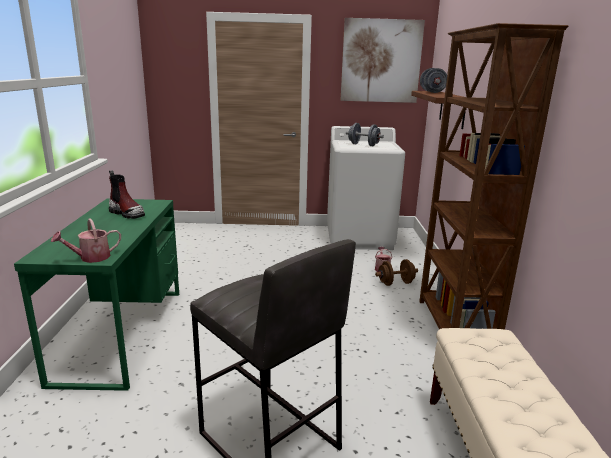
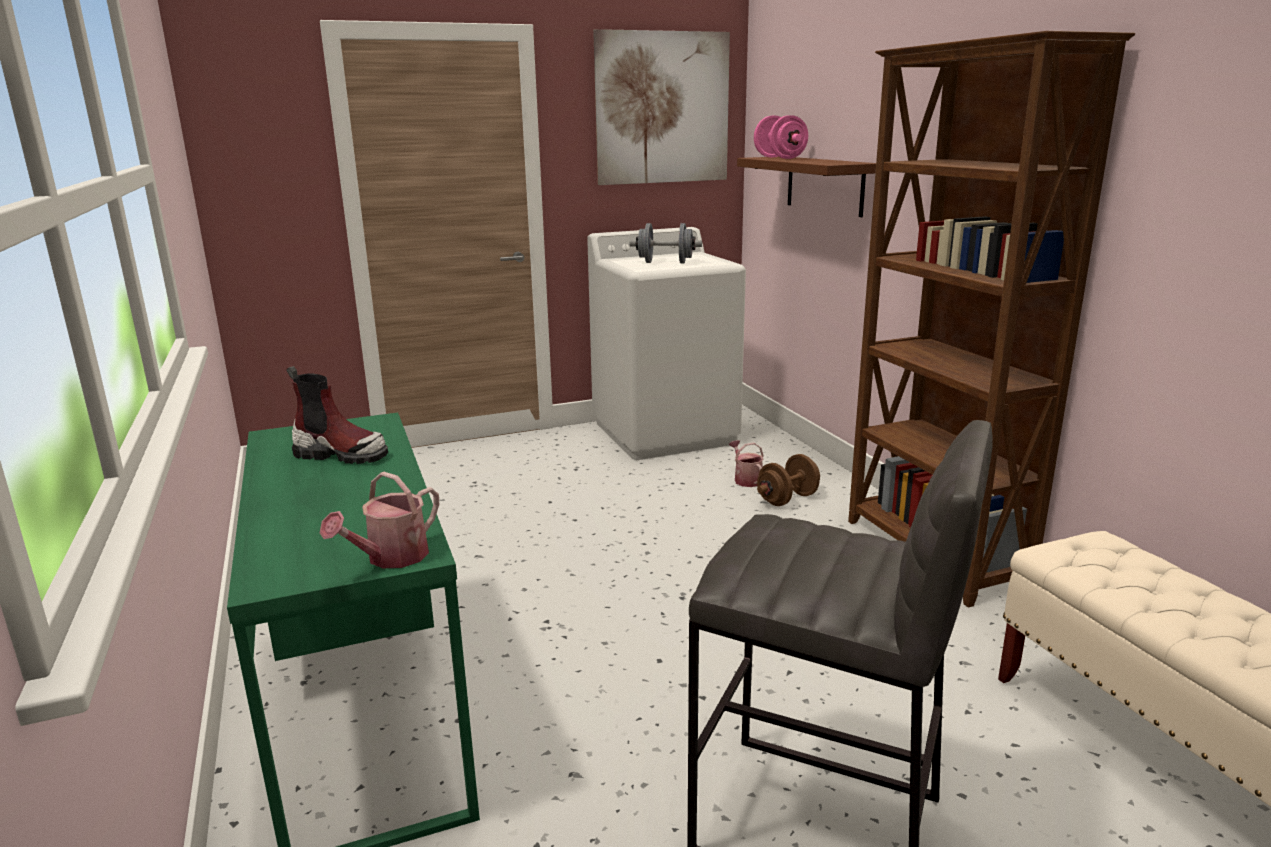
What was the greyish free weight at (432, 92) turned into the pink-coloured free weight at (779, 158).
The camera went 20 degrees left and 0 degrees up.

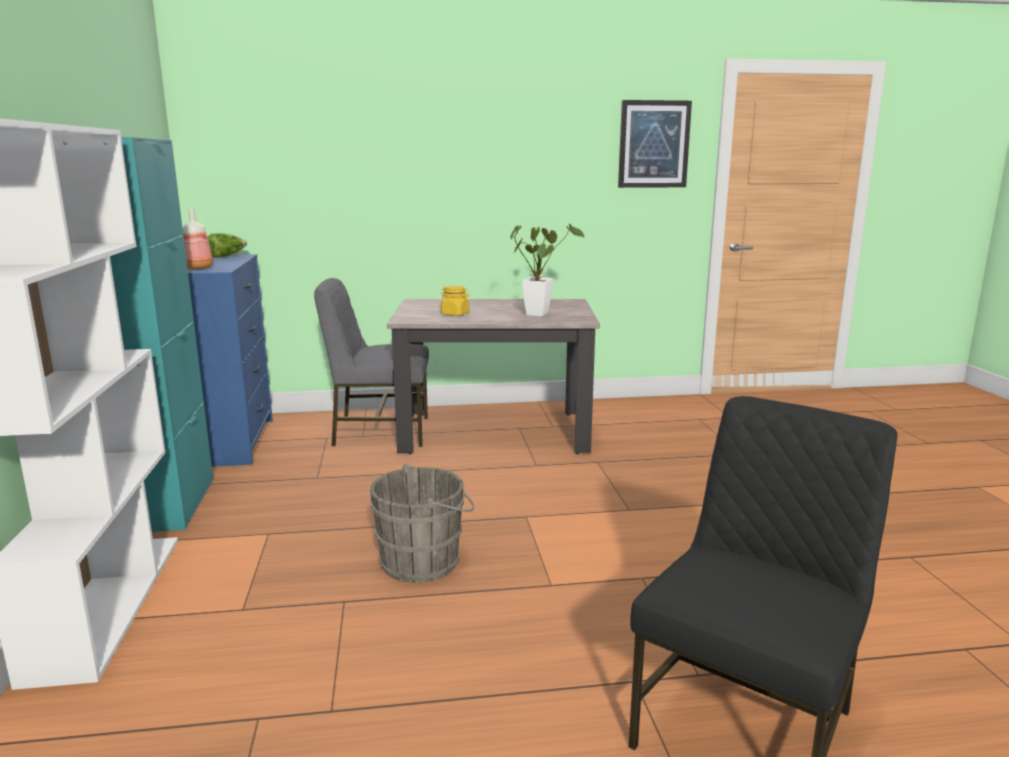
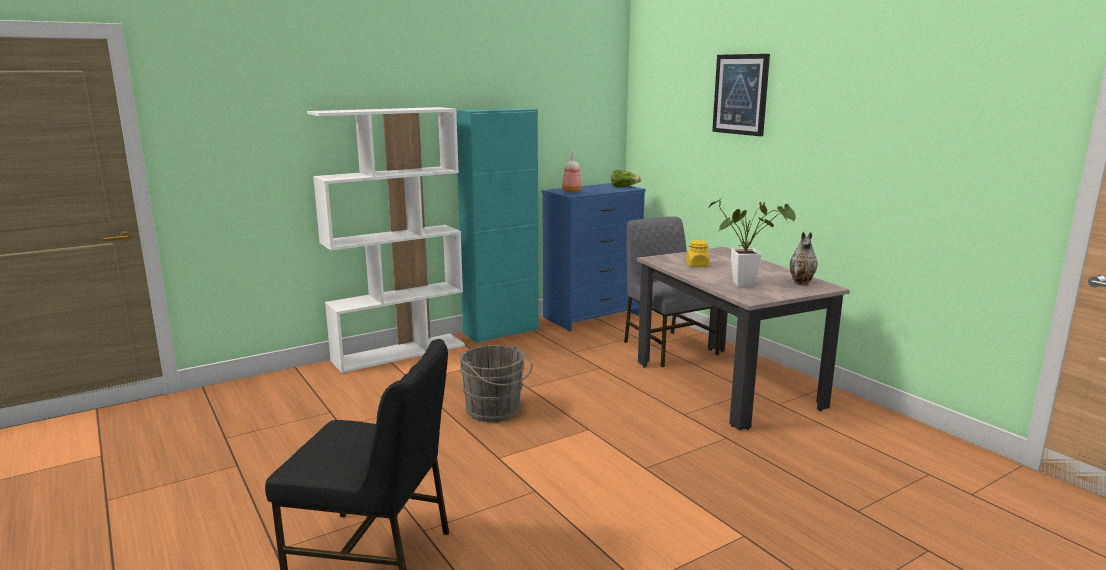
The wall picture ended up elsewhere, having gone from (653, 144) to (741, 94).
The second view gained the flower vase at (802, 283).
The camera went 65 degrees right and 0 degrees up.

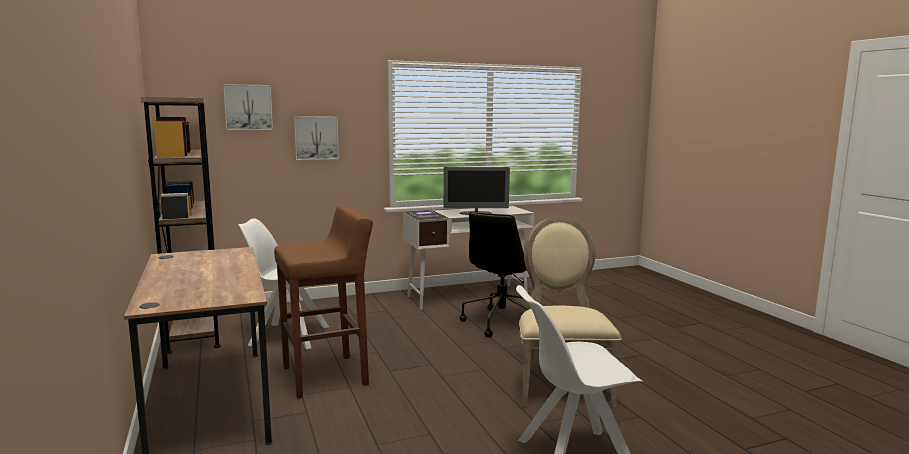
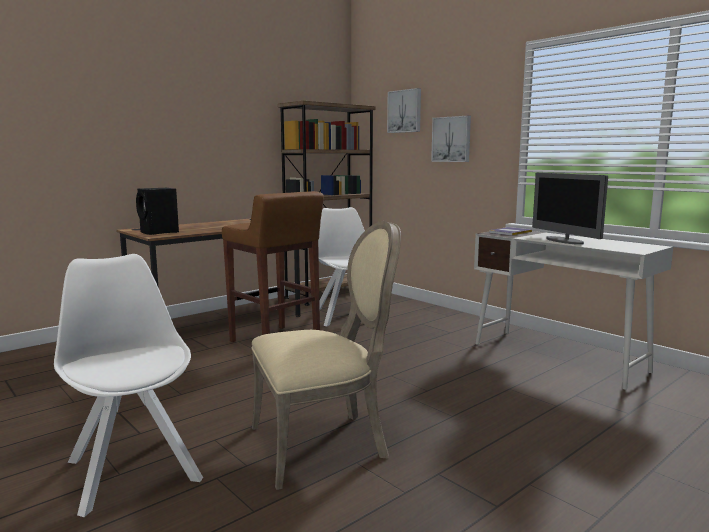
The second view gained the black loudspeaker at (159, 232).
The second view lost the black computer chair at (501, 322).
The camera went 70 degrees right and 0 degrees up.

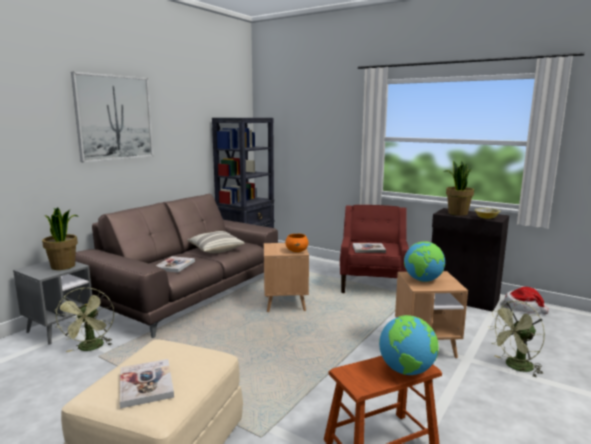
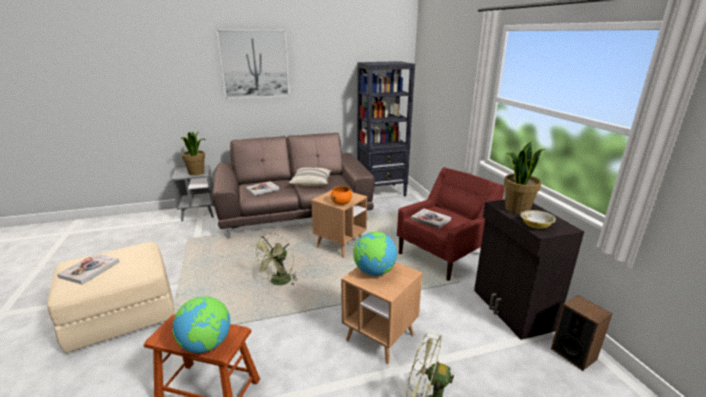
The greenish electric fan ended up elsewhere, having gone from (90, 348) to (278, 282).
Where the clothing hat stood at (523, 307), the loudspeaker came to stand at (573, 354).
The camera went 40 degrees right and 10 degrees up.

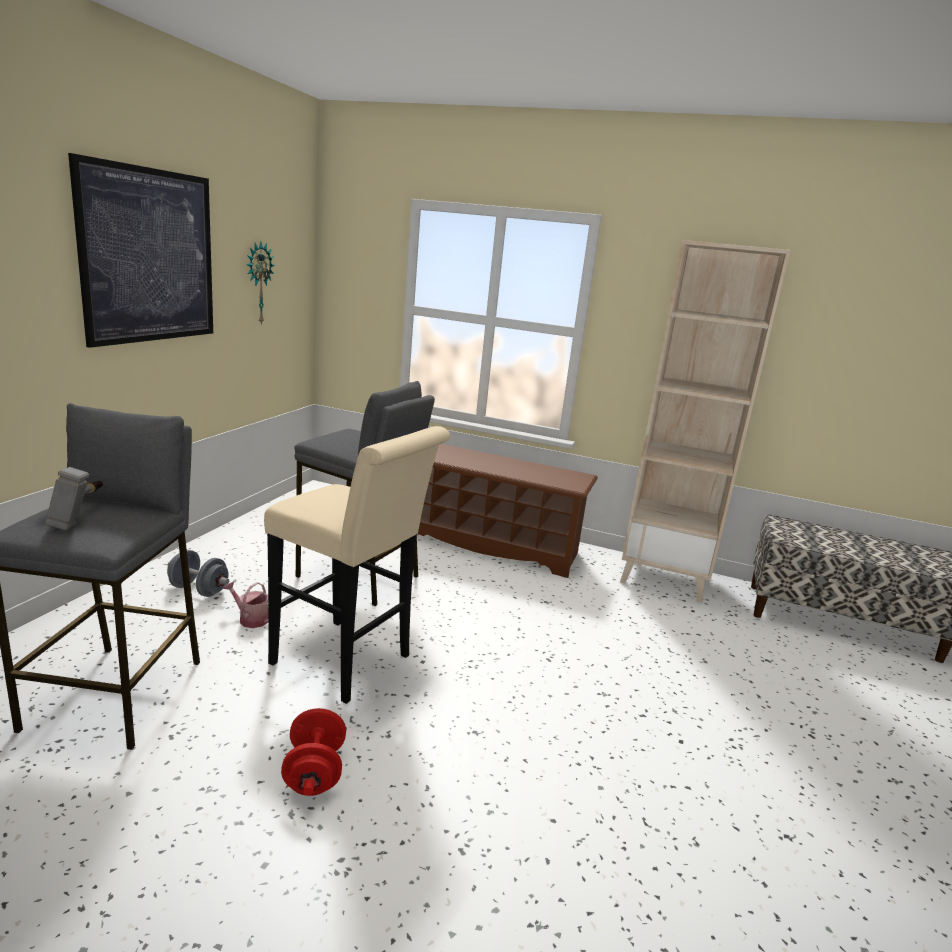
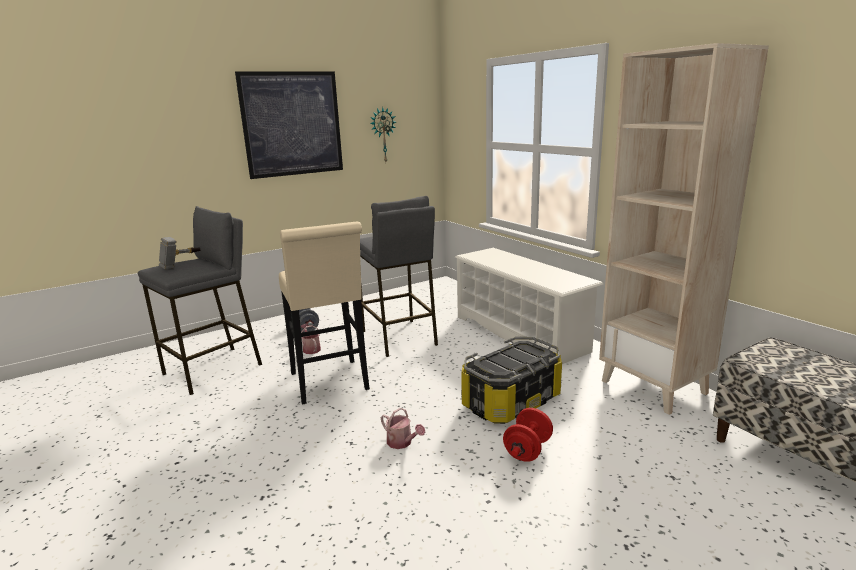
The second view gained the watering pot at (402, 443).
What was the brownish shoe rack at (489, 544) turned into the white-coloured shoe rack at (520, 333).
The second view gained the storage bin at (511, 401).
The red-coloured free weight ended up elsewhere, having gone from (314, 772) to (527, 450).
The camera went 40 degrees right and 0 degrees up.

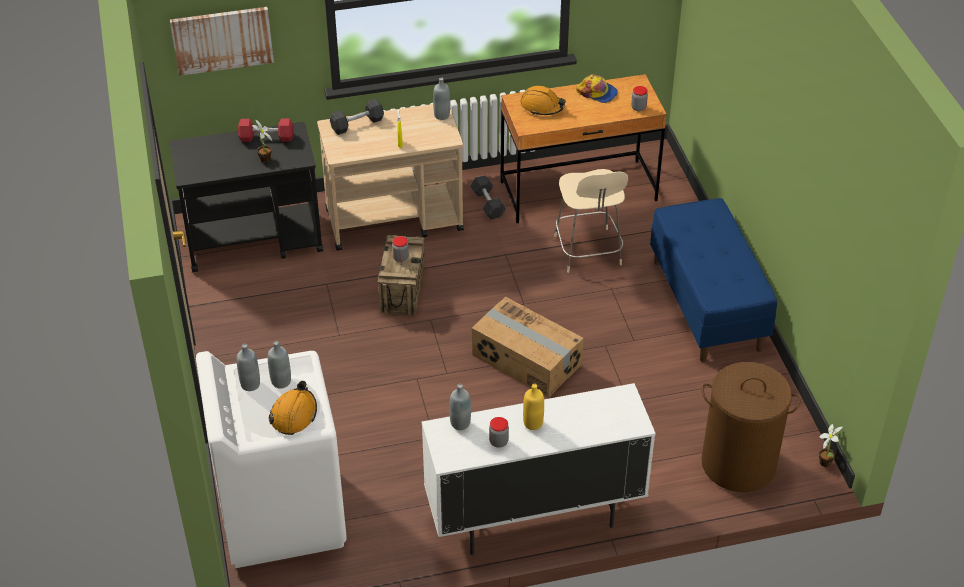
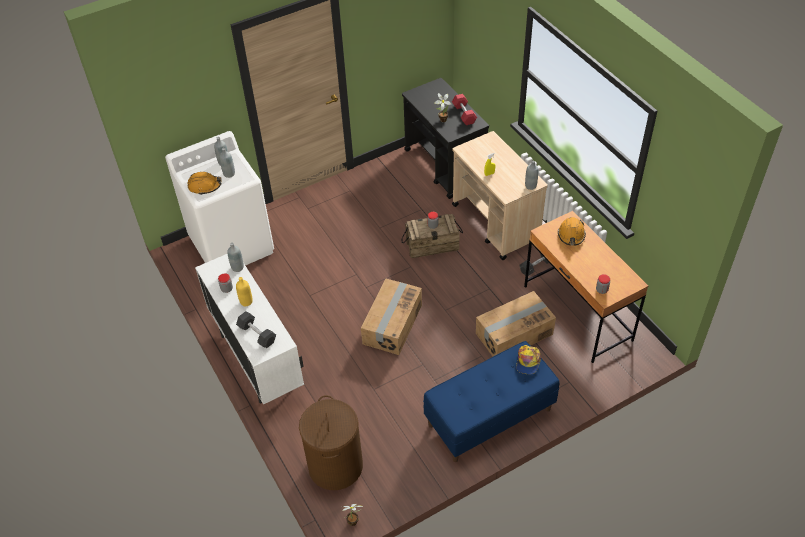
The greyish free weight ended up elsewhere, having gone from (357, 124) to (257, 334).
Where the beige chair stood at (588, 252), the packing box came to stand at (513, 333).
The cap ended up elsewhere, having gone from (597, 92) to (527, 361).
The second view lost the wall picture at (222, 39).
The camera went 75 degrees right and 5 degrees up.

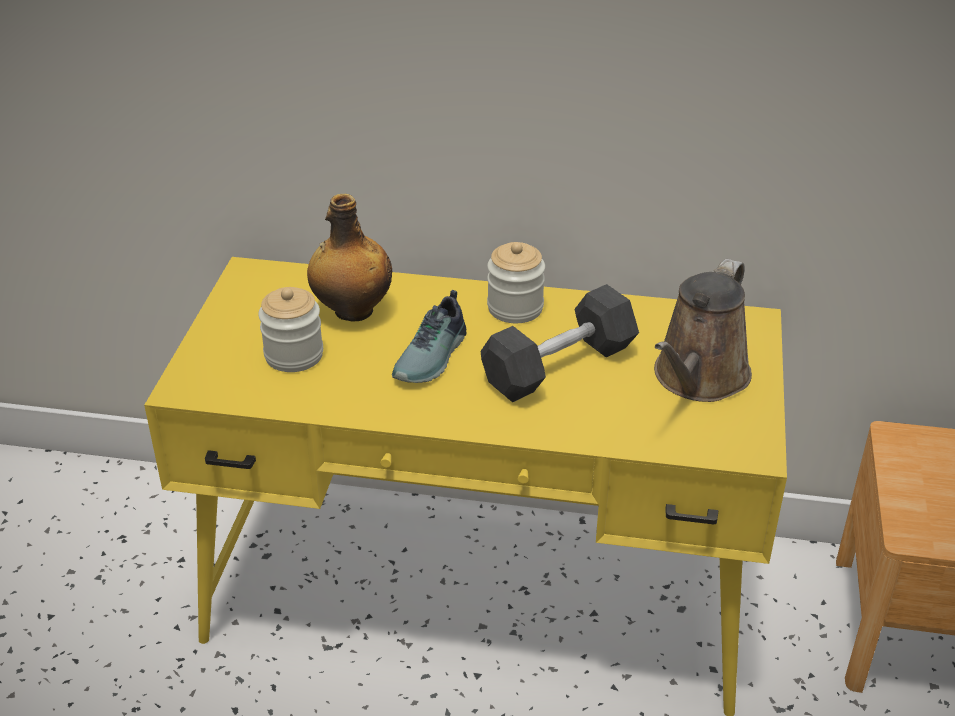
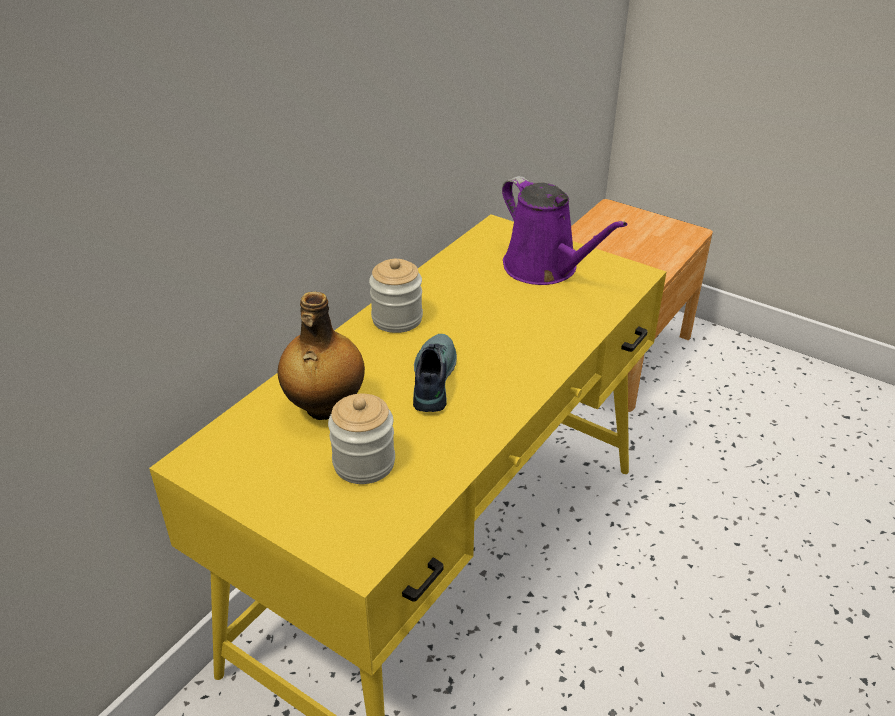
The item of footwear at (433, 357) ended up facing another way, 135 degrees counterclockwise from before.
What was the brownish watering pot at (698, 378) turned into the purple watering pot at (545, 268).
The second view lost the greyish free weight at (559, 365).
The camera went 65 degrees left and 0 degrees up.

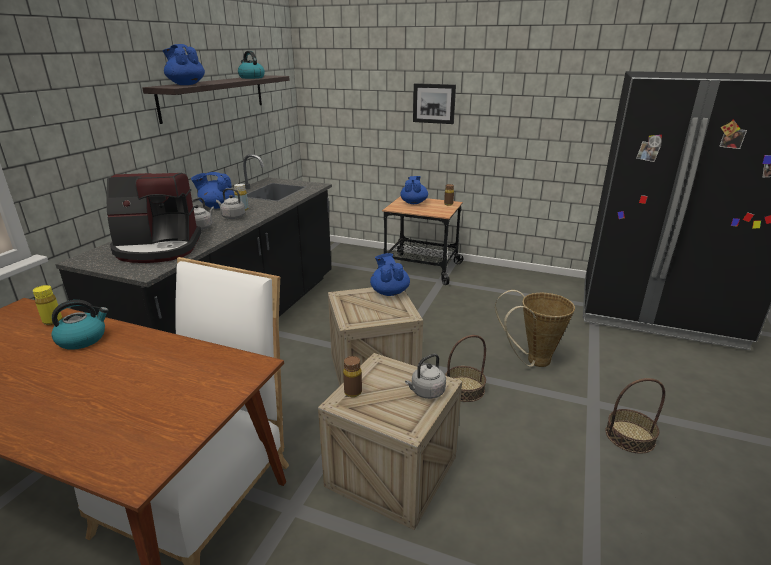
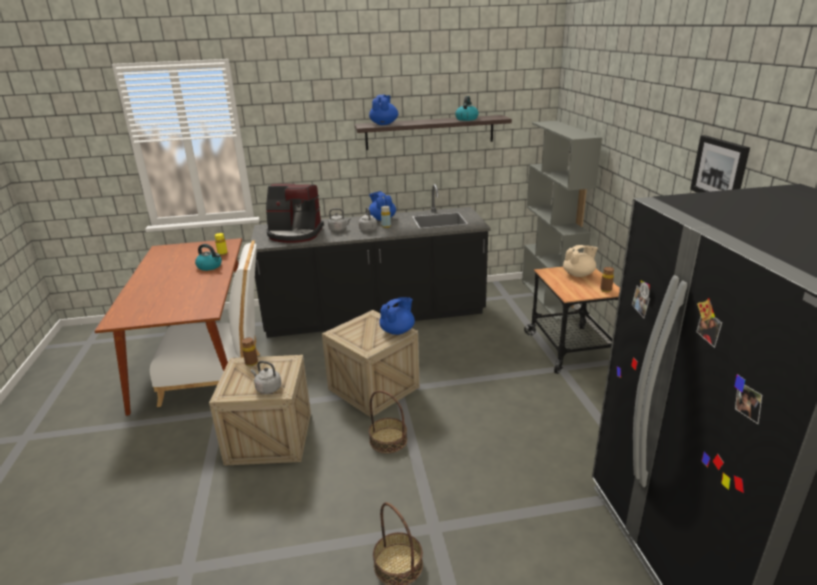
The coffee brewer at (158, 248) ended up facing another way, 45 degrees counterclockwise from before.
The second view gained the greyish bookcase at (550, 298).
What was the blue-coloured teapot at (414, 202) turned into the beige teapot at (579, 274).
The wall picture ended up elsewhere, having gone from (434, 103) to (720, 169).
The second view lost the household basket at (532, 361).
The camera went 60 degrees right and 0 degrees up.

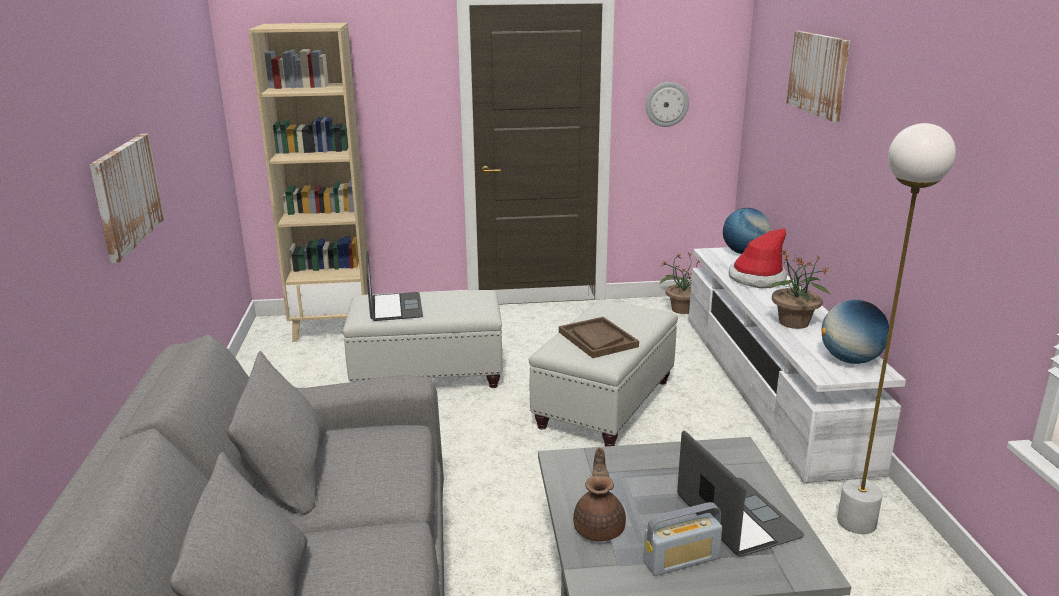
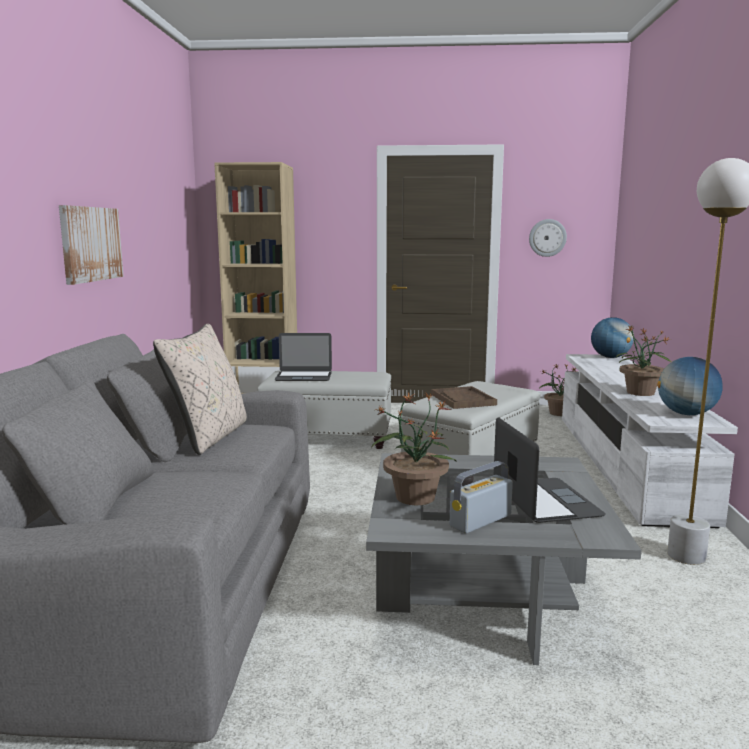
The second view gained the beige throw pillow at (209, 437).
The laptop at (395, 307) ended up facing another way, 90 degrees clockwise from before.
Where the brownish teapot stood at (599, 527), the potted plant came to stand at (414, 497).
The radio set at (681, 560) ended up facing another way, 150 degrees clockwise from before.
The second view lost the clothing hat at (757, 279).
The second view lost the wall picture at (818, 74).
The camera went 10 degrees right and 10 degrees down.

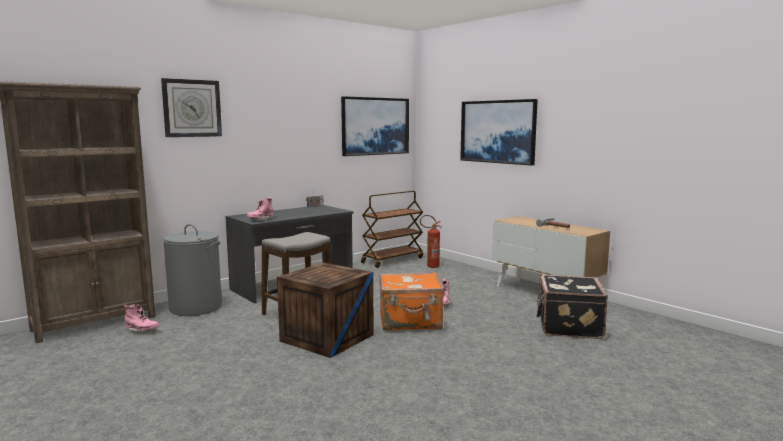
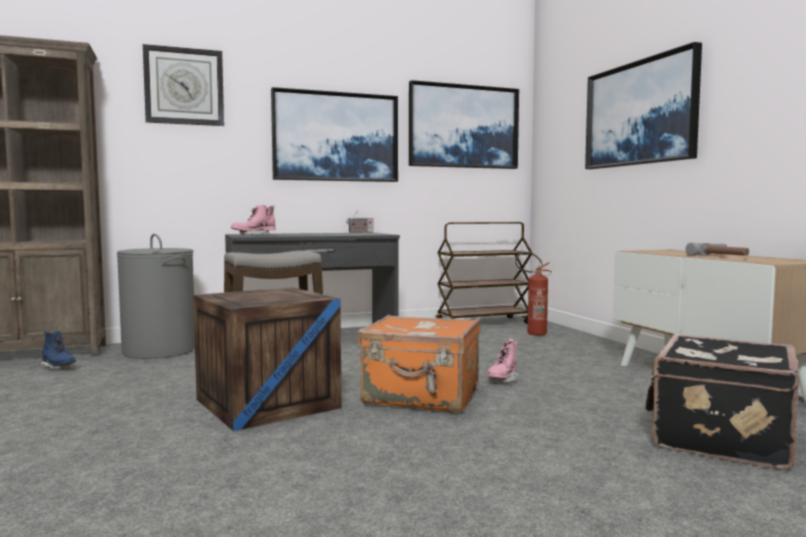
What was the pink-coloured tall boot at (141, 330) turned into the blue-coloured tall boot at (59, 368).
The second view gained the wall picture at (335, 137).
The camera went 20 degrees right and 5 degrees down.

